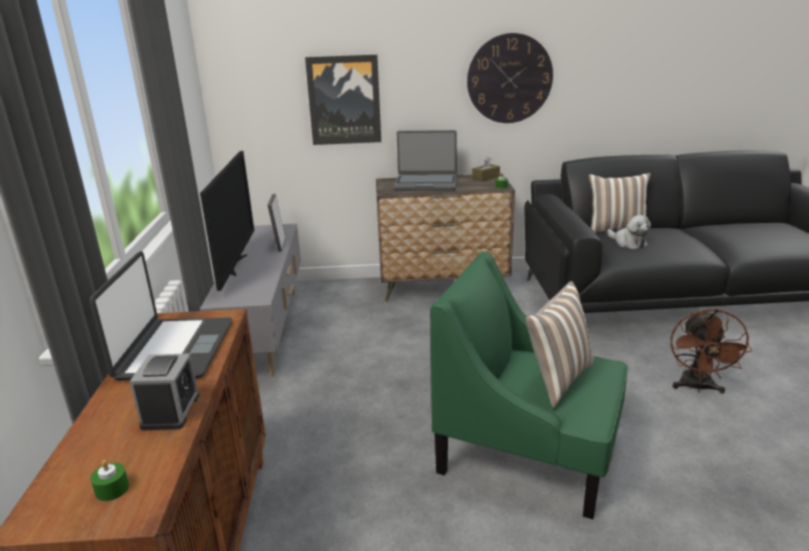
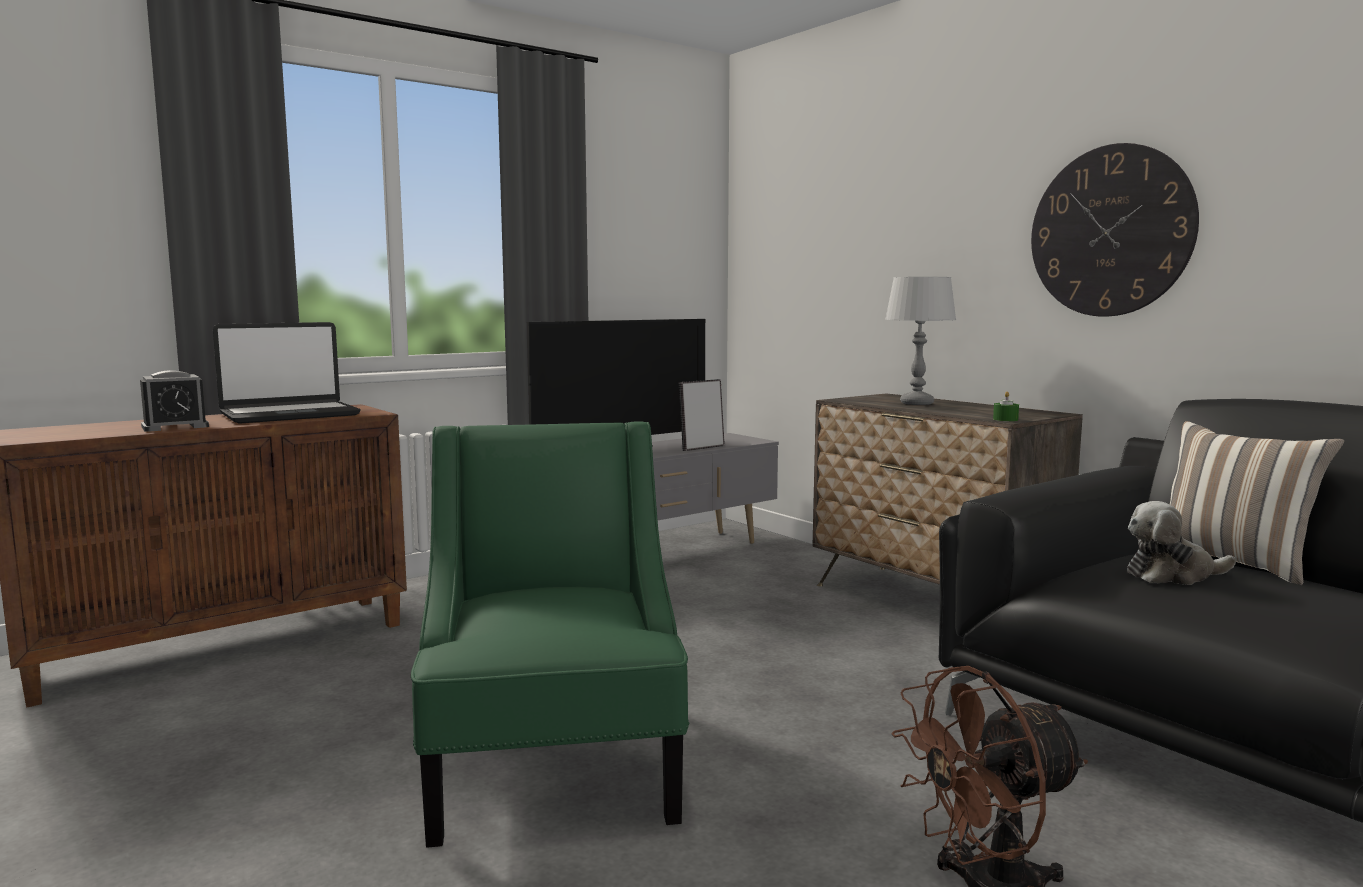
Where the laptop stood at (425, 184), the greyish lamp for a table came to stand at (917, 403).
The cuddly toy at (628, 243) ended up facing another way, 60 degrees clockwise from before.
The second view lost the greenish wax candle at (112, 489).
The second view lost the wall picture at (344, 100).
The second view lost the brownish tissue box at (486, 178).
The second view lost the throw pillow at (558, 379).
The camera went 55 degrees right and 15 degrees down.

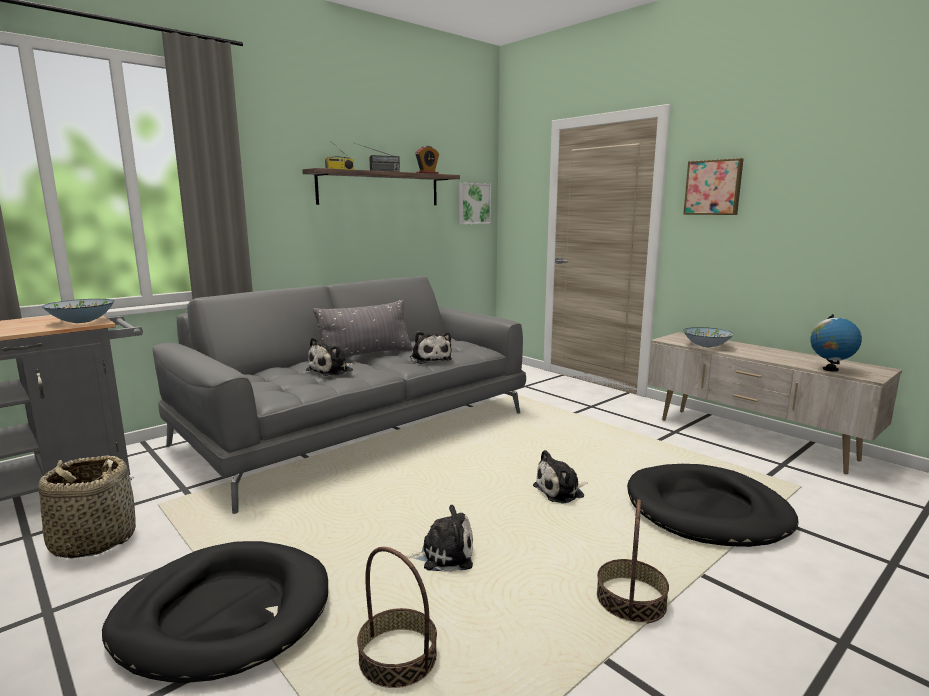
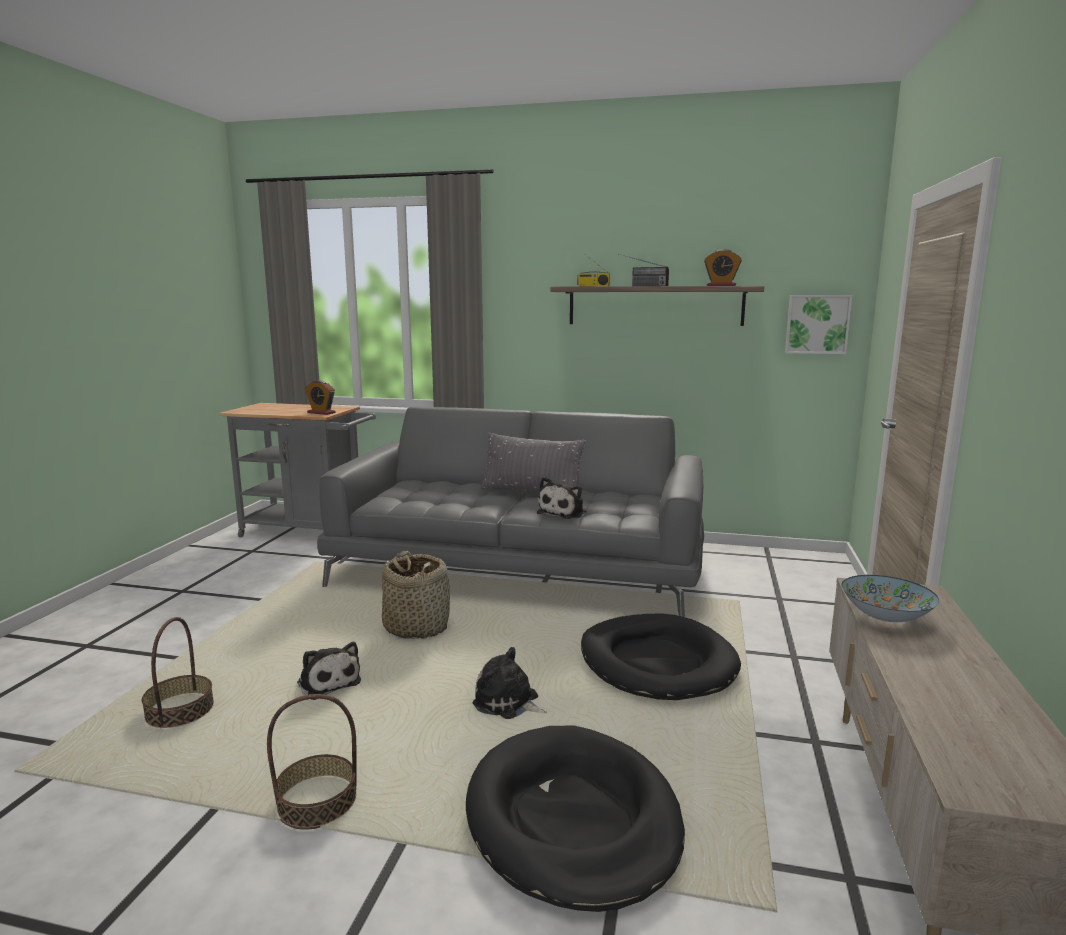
Where the deep dish stood at (82, 321), the bedside clock came to stand at (321, 413).
The household basket ended up elsewhere, having gone from (93, 540) to (416, 627).
The black dog bed ended up elsewhere, having gone from (224, 614) to (657, 662).
The second view lost the cuddly toy at (332, 370).
The second view lost the wall picture at (713, 187).
The second view lost the world globe at (830, 369).
The camera went 55 degrees right and 0 degrees up.

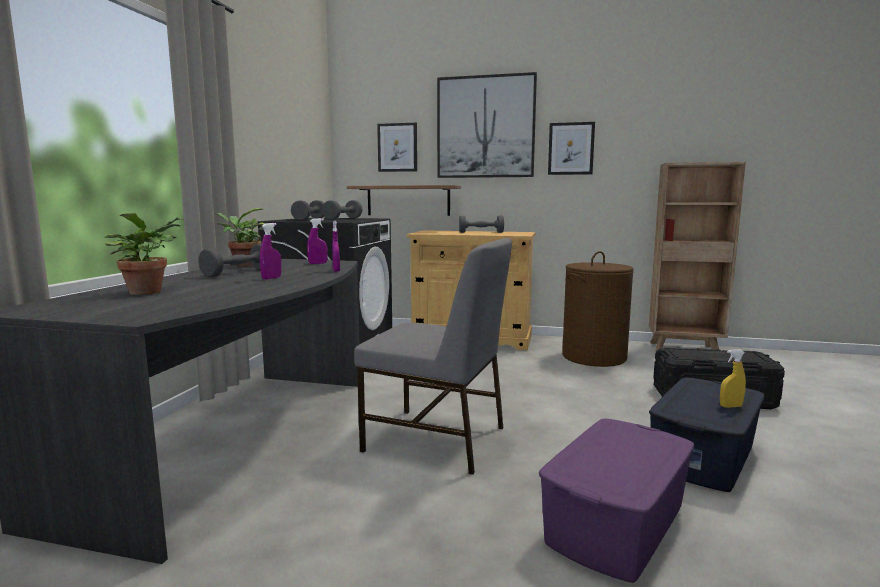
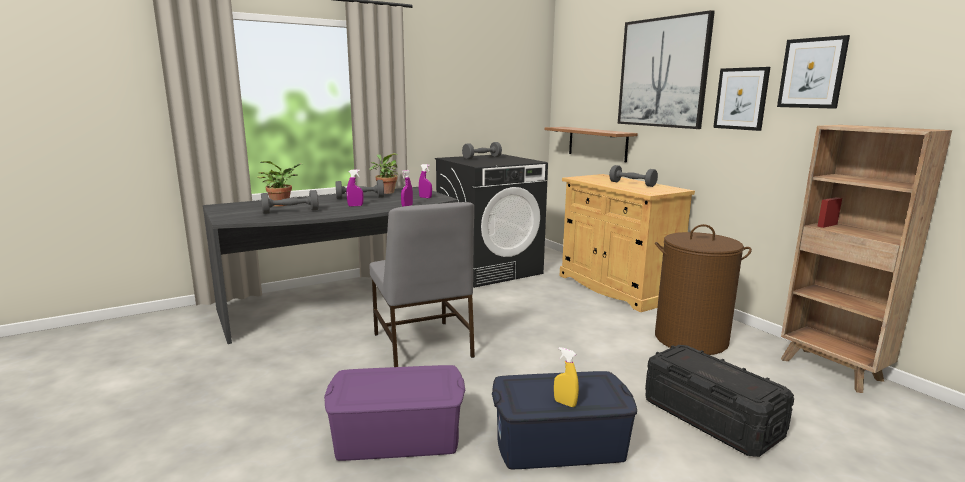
The greyish free weight ended up elsewhere, having gone from (343, 218) to (290, 211).
The wall picture ended up elsewhere, having gone from (397, 147) to (812, 73).
The camera went 45 degrees right and 5 degrees up.

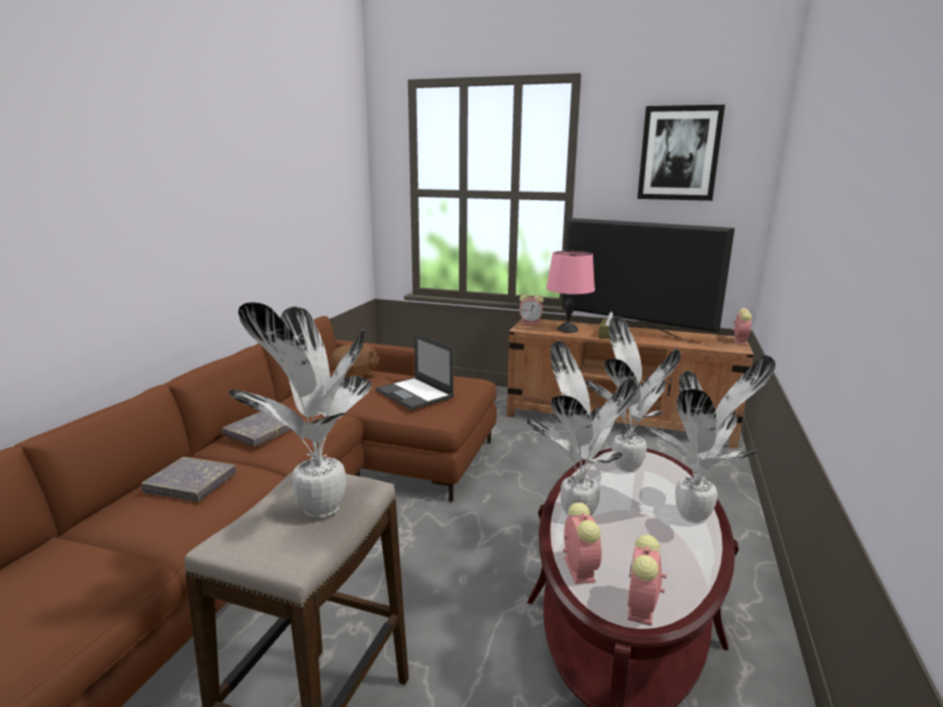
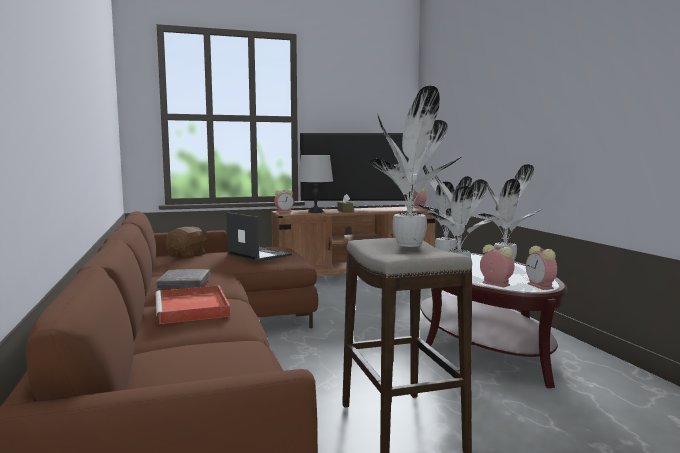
Where the greyish volume stood at (191, 484), the red-coloured carrying tray came to stand at (193, 308).
The laptop at (415, 394) ended up facing another way, 150 degrees counterclockwise from before.
What was the pink-coloured lamp for a table at (567, 329) turned into the greyish lamp for a table at (315, 212).
The second view lost the wall picture at (679, 153).
The camera went 35 degrees left and 10 degrees down.

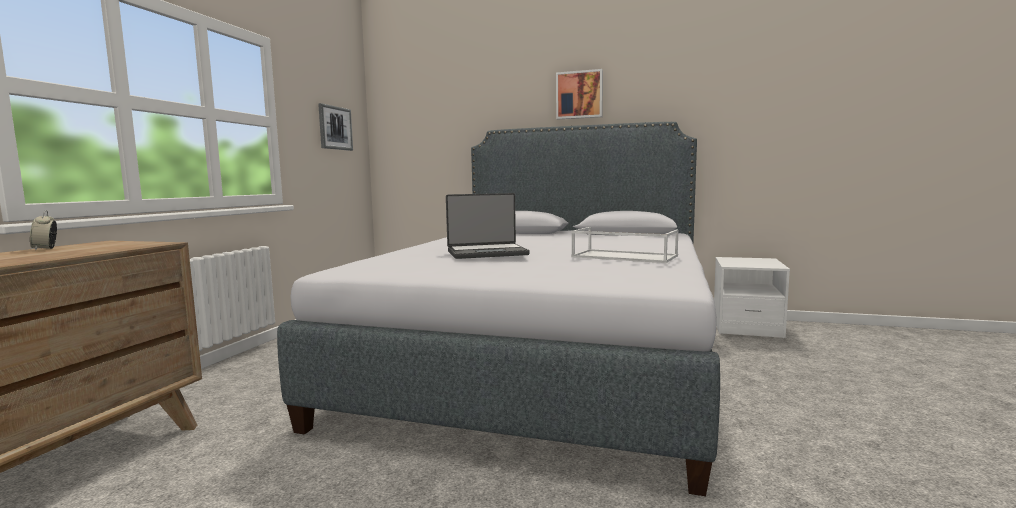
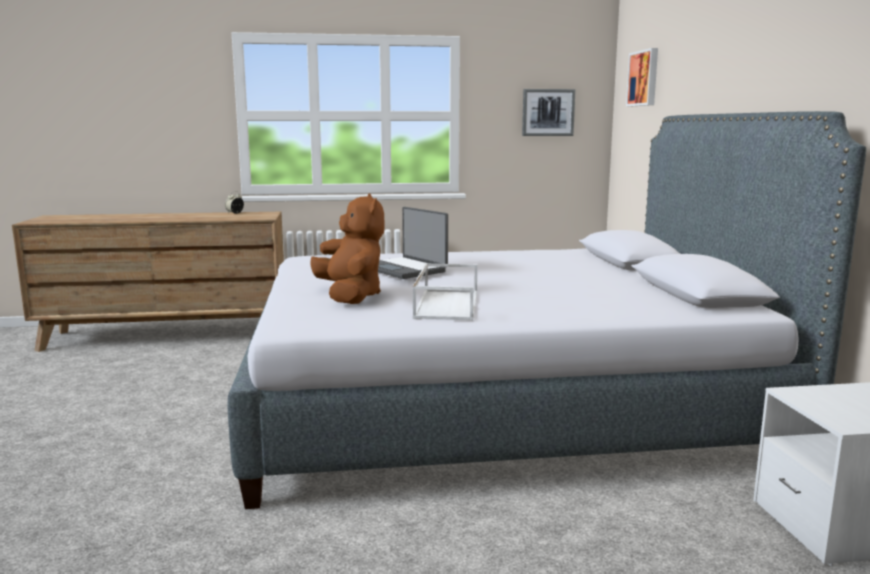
The second view gained the brownish cuddly toy at (350, 296).
The wall picture ended up elsewhere, having gone from (579, 95) to (644, 78).
The camera went 65 degrees right and 5 degrees up.

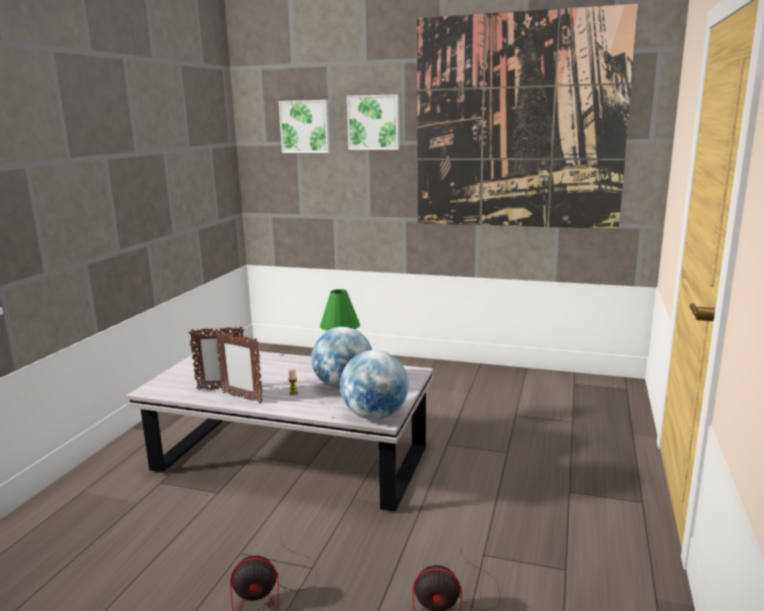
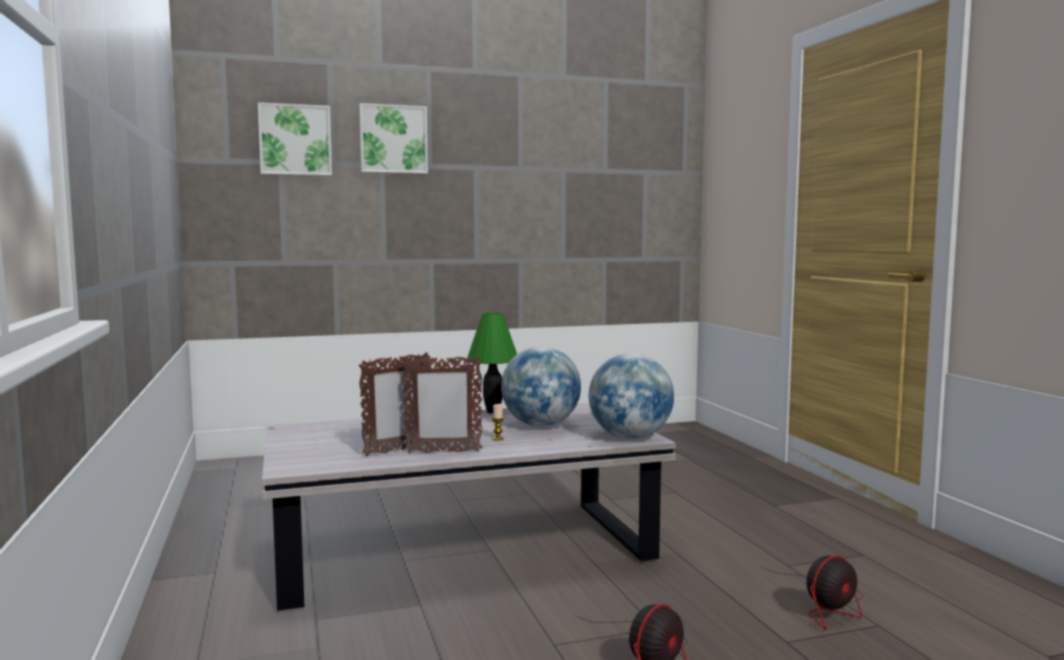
The second view lost the wall picture at (518, 123).
The camera went 35 degrees left and 10 degrees down.

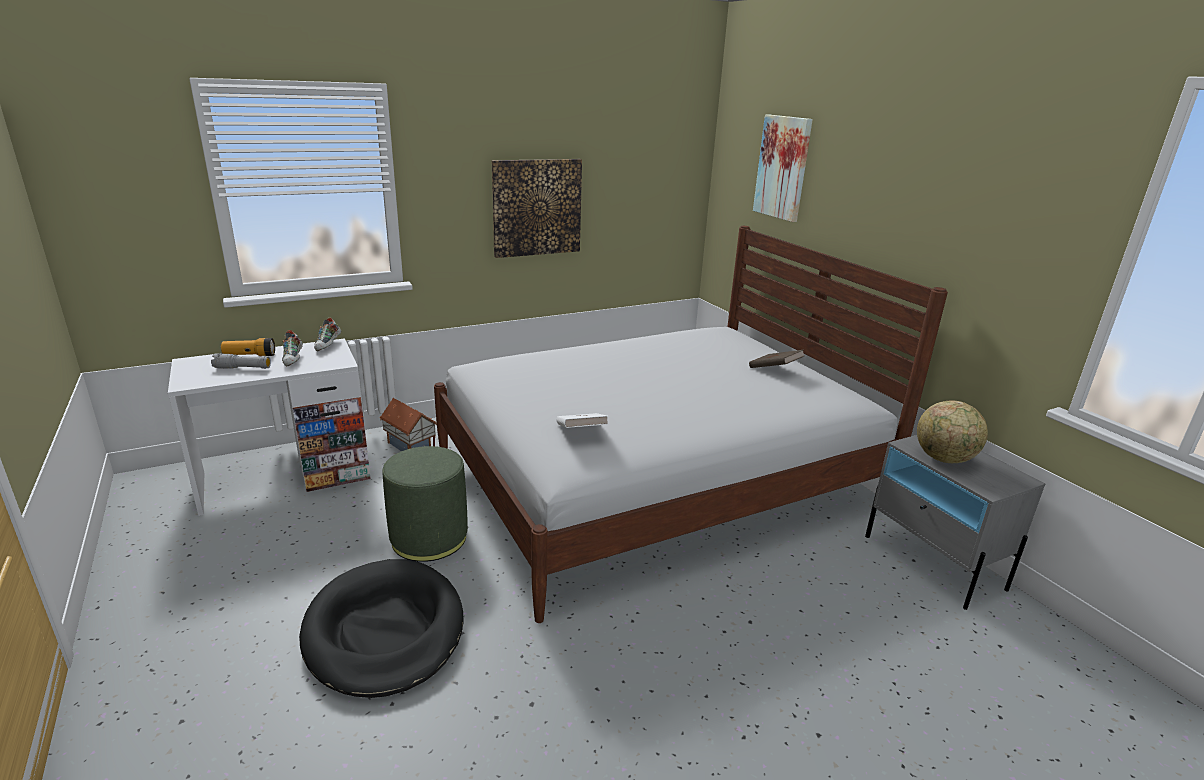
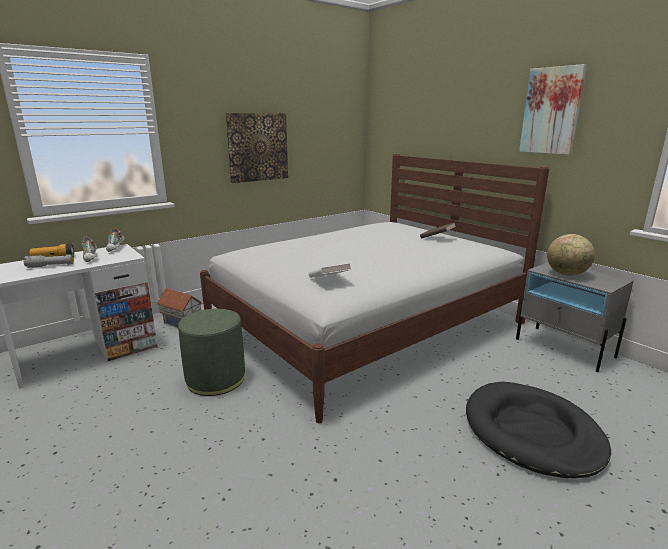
The black dog bed ended up elsewhere, having gone from (384, 631) to (532, 432).
The wall picture ended up elsewhere, having gone from (783, 167) to (551, 111).
The camera went 10 degrees left and 5 degrees down.

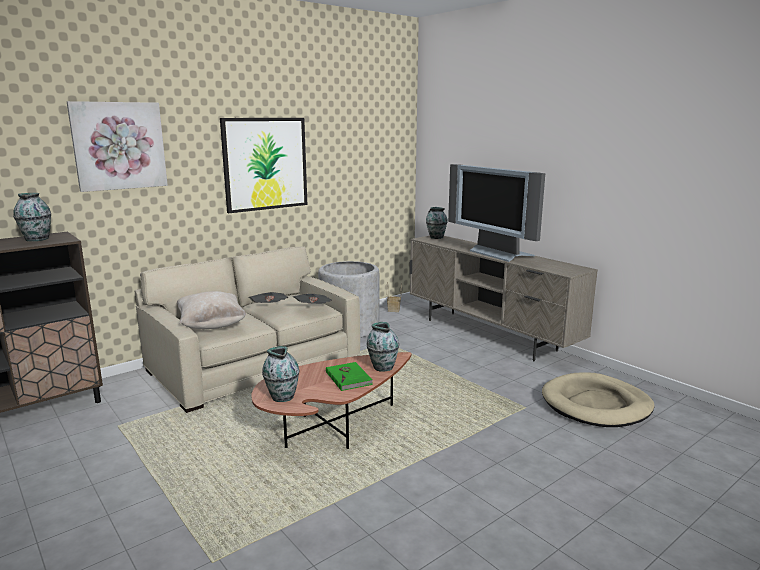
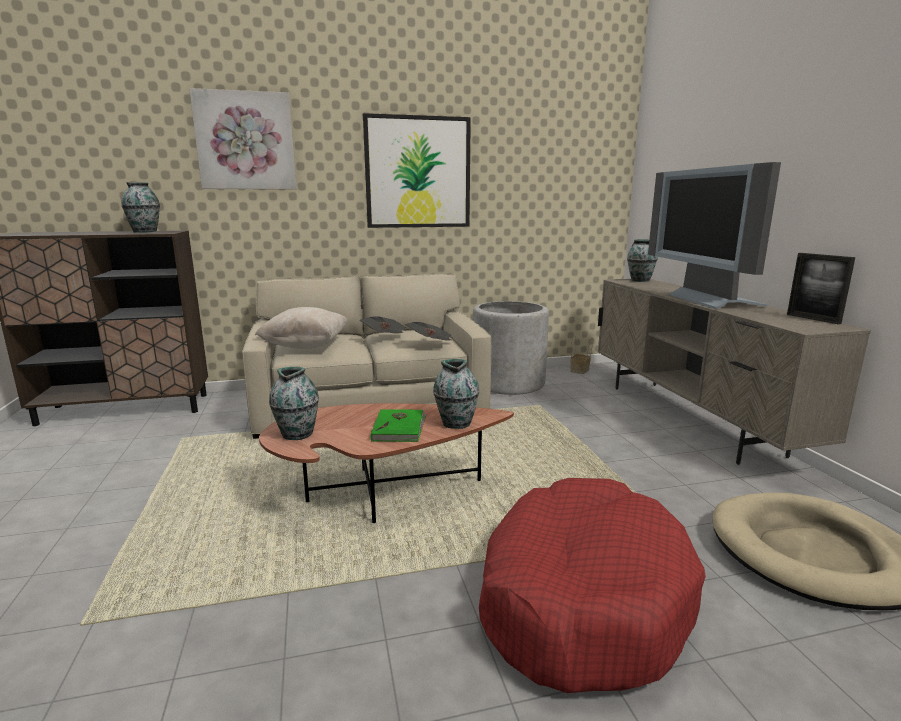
The second view gained the red-coloured dog bed at (581, 598).
The second view gained the photo frame at (813, 319).
The camera went 25 degrees right and 0 degrees up.

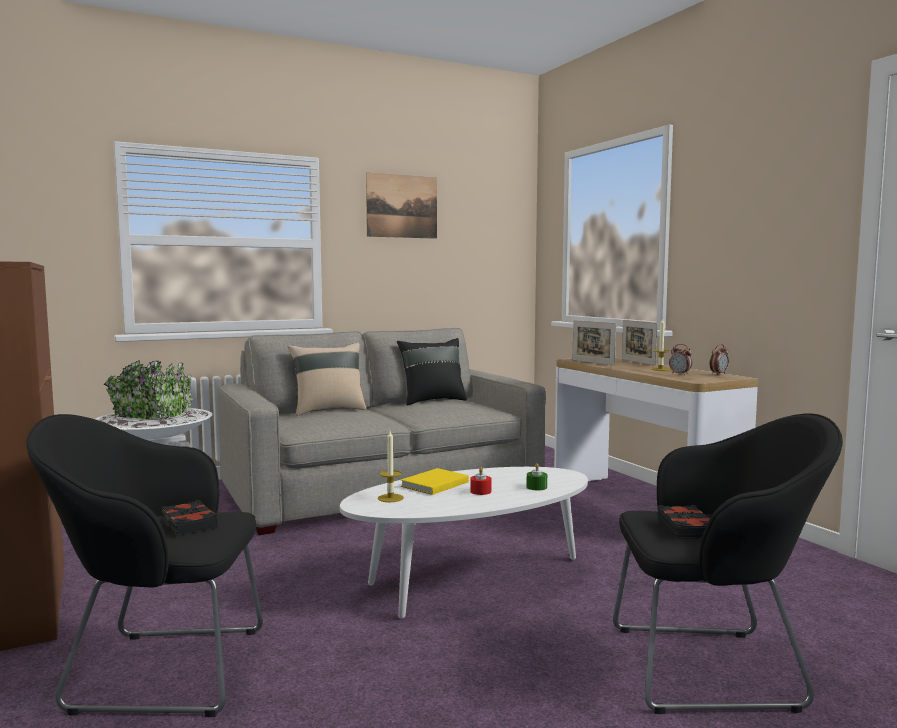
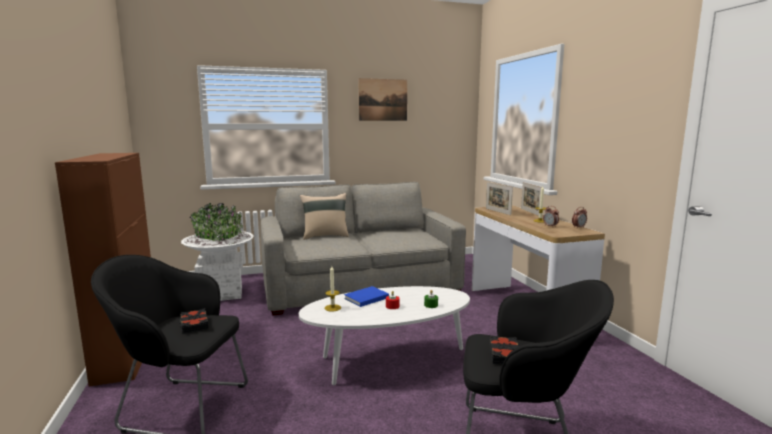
What was the yellow-coloured volume at (433, 484) turned into the blue-coloured volume at (365, 298).
The second view lost the black throw pillow at (432, 401).
The camera went 10 degrees right and 5 degrees up.

